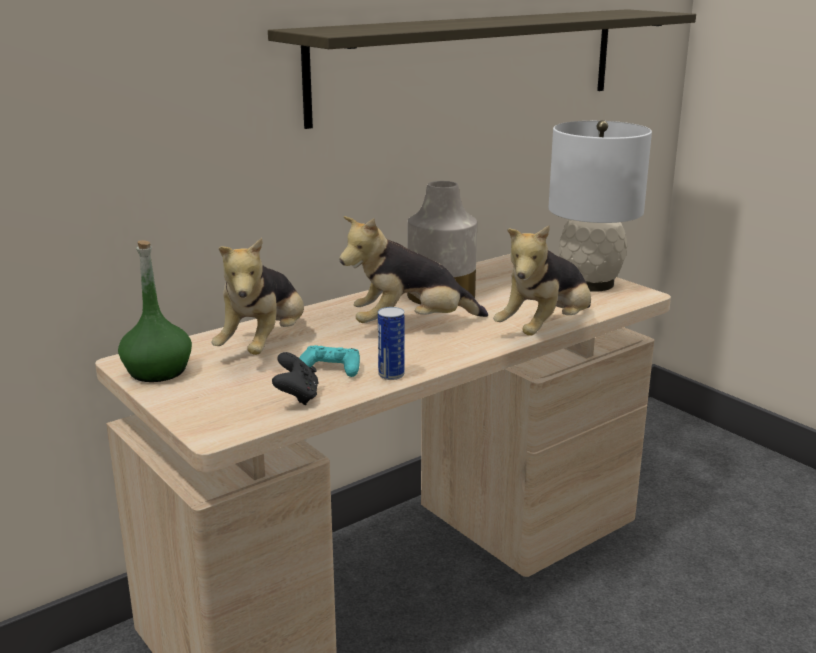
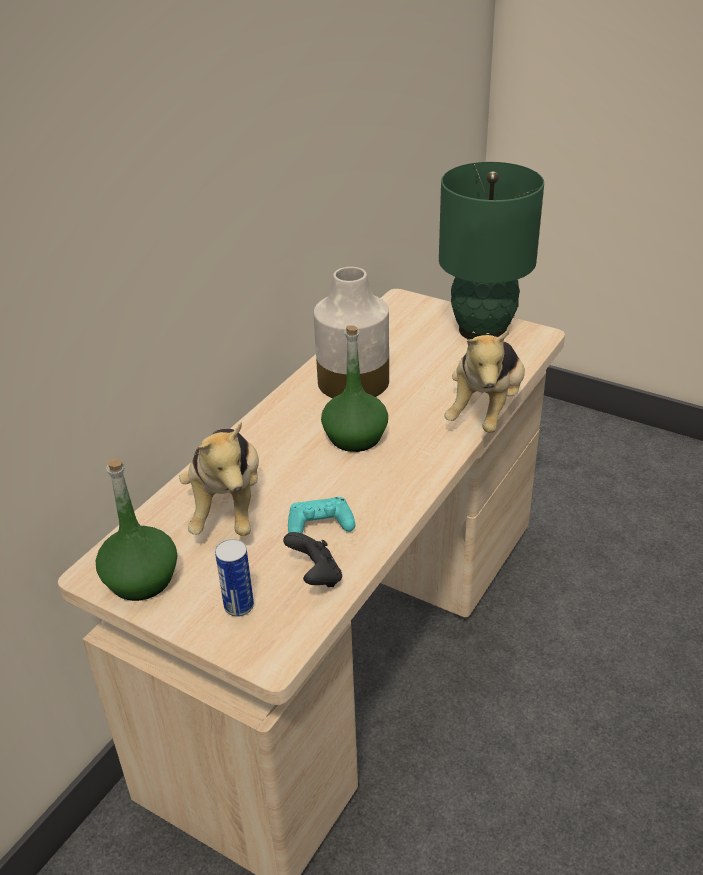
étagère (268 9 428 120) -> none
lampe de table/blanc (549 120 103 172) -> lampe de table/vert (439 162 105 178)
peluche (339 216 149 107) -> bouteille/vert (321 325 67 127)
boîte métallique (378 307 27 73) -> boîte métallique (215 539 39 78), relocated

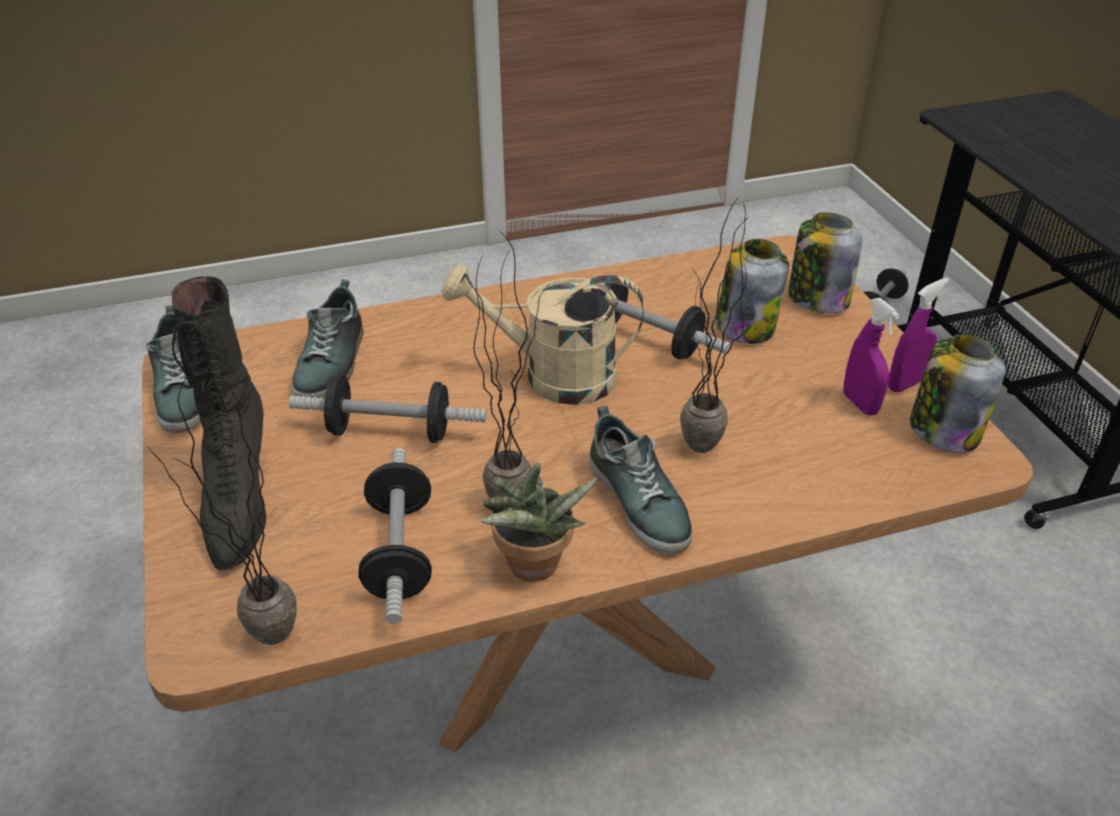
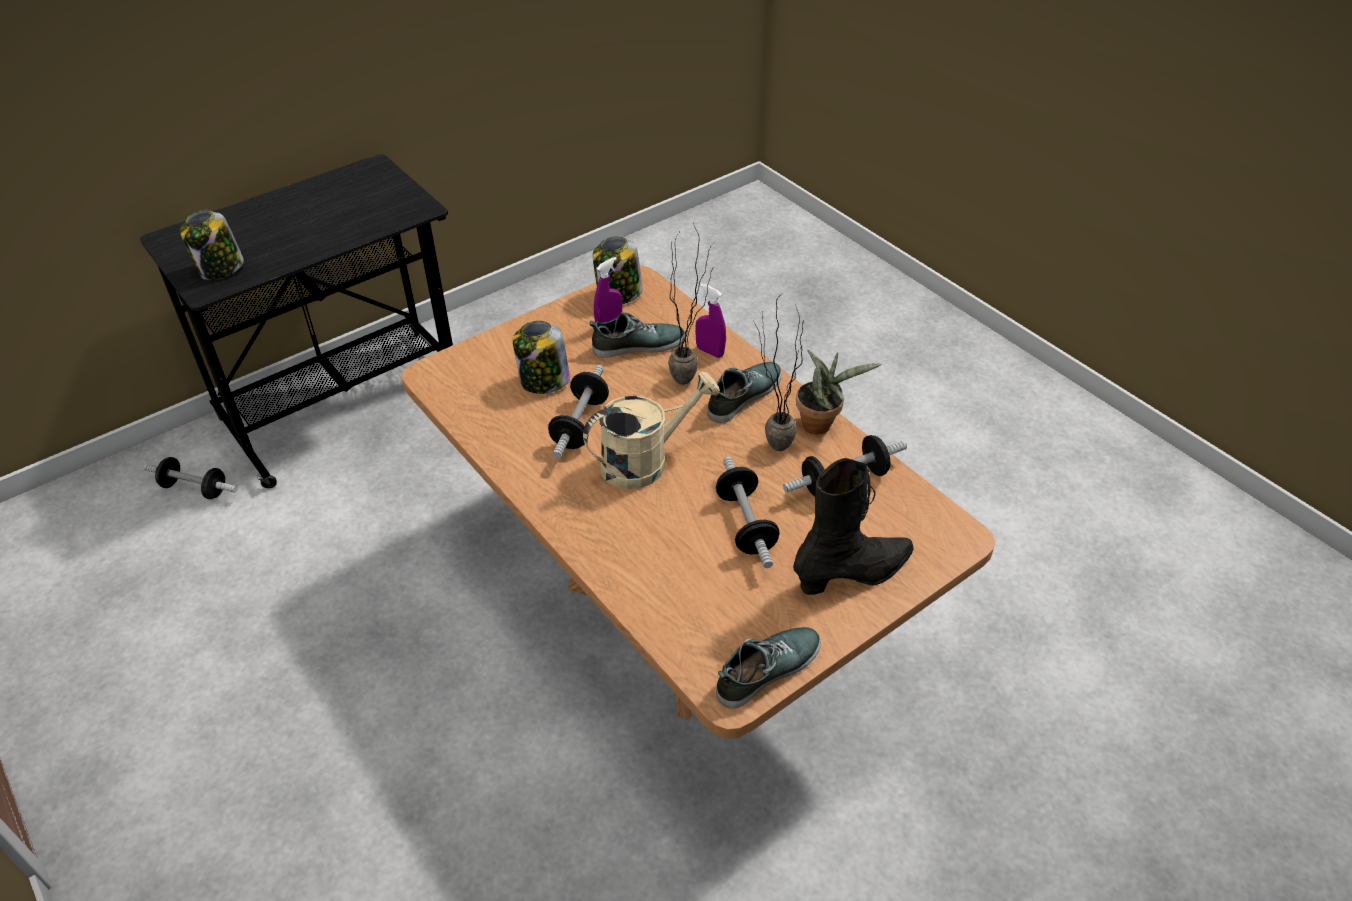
bocal (788 212 75 101) -> bocal (180 210 64 70), relocated
arrosoir/beige (442 264 202 141) -> arrosoir/beige (583 371 137 118), 105 degrees counterclockwise
vaporisateur/violet (888 278 61 114) -> vaporisateur/violet (695 283 31 75), relocated
chaussure (292 279 72 120) -> chaussure (589 312 96 46), relocated
plante en pot (147 376 150 269) -> none

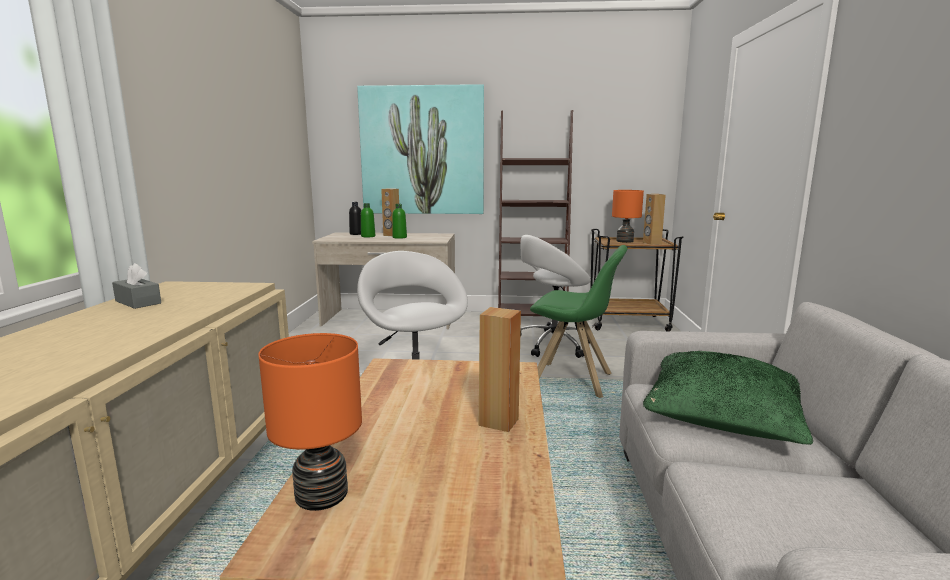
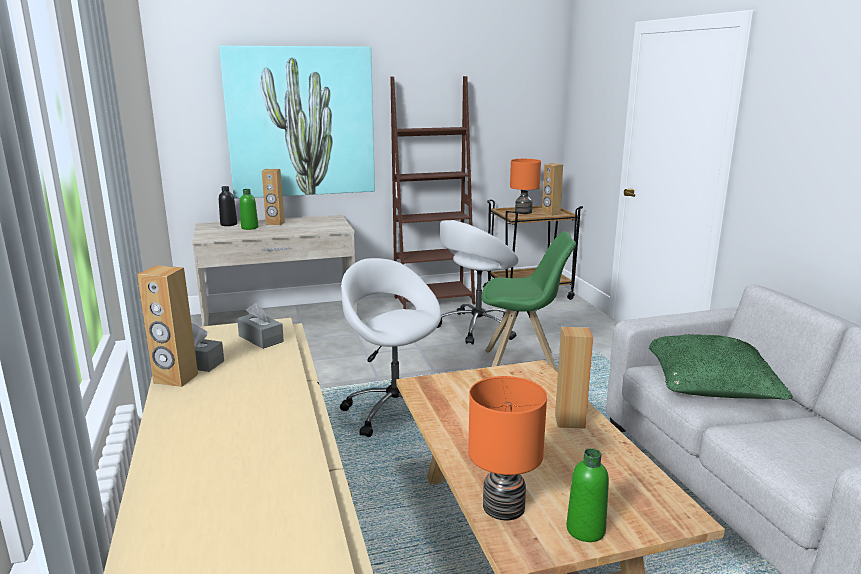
bouteille/vert (392 204 15 35) -> bouteille/vert (566 448 43 94), relocated
none -> enceinte/marron (137 265 61 122)
none -> boîte à mouchoirs/gris (237 303 47 46)

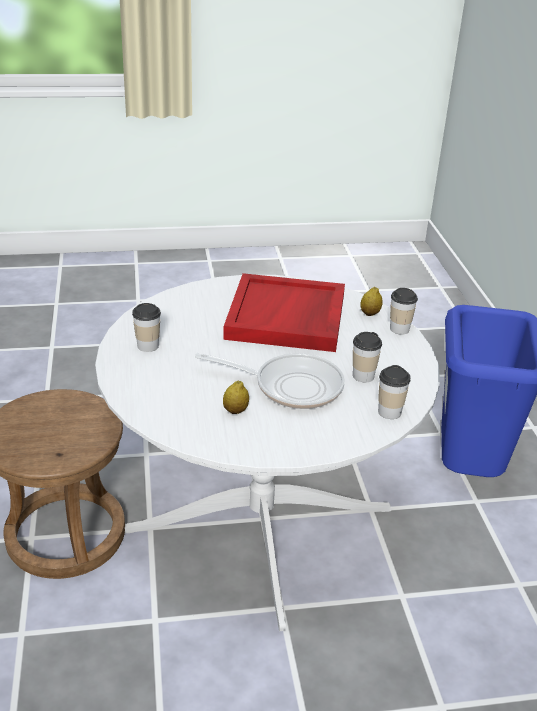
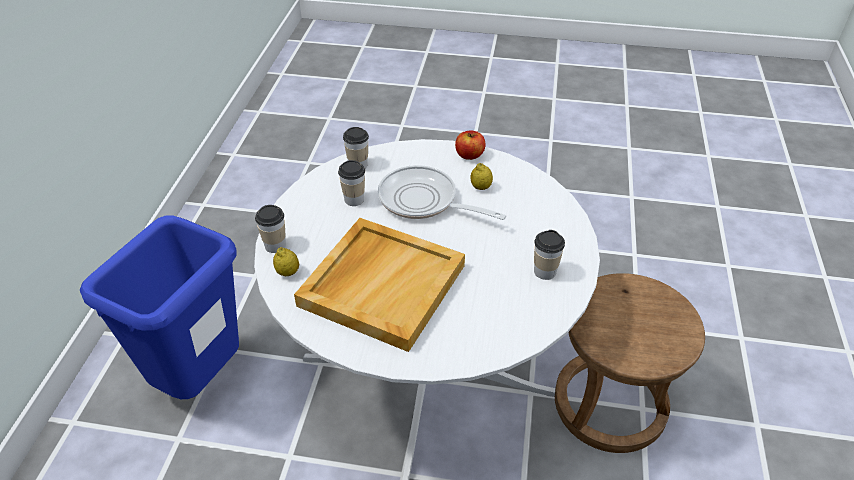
plateau/rouge (223 273 122 79) -> plateau/beige (294 218 171 134)
none -> pomme (455 131 30 29)

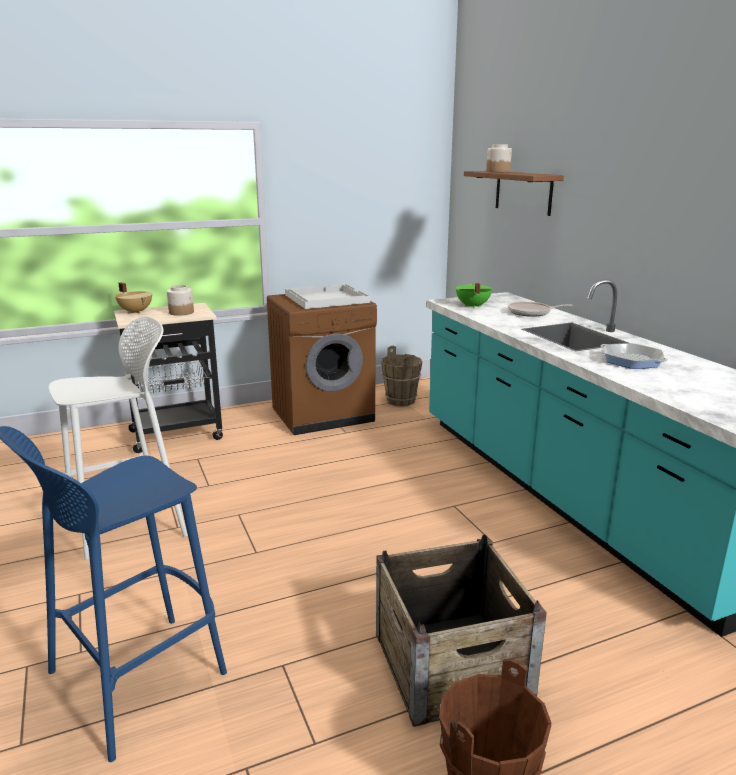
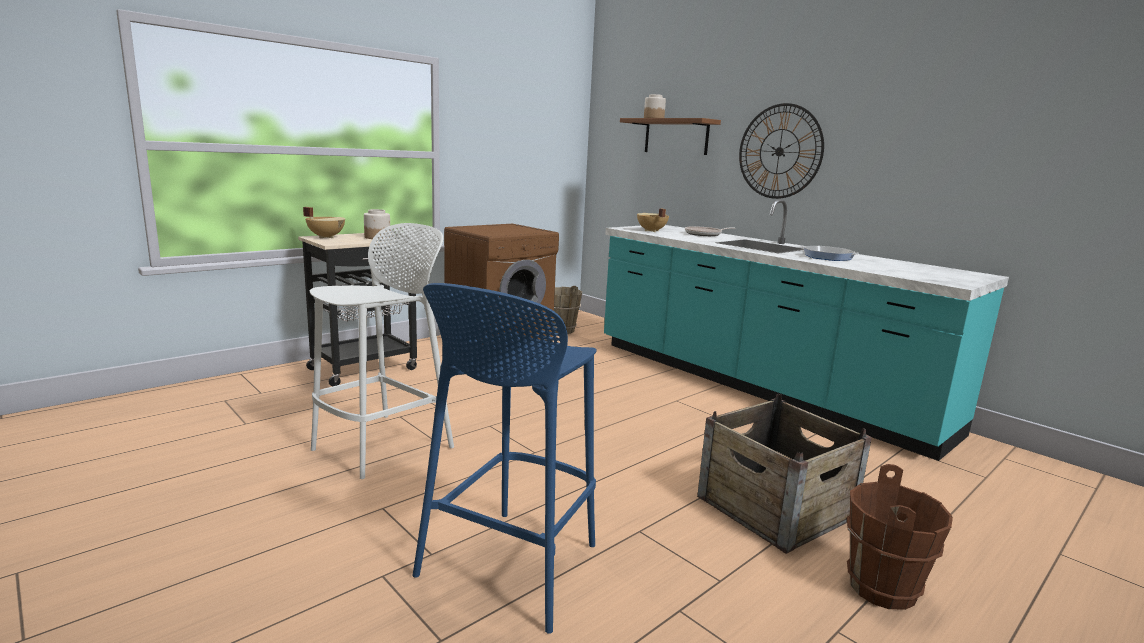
marmite/vert (456 283 36 25) -> marmite/beige (637 208 32 24)
plateau/blanc (285 284 85 25) -> none
none -> horloge murale (739 103 85 96)

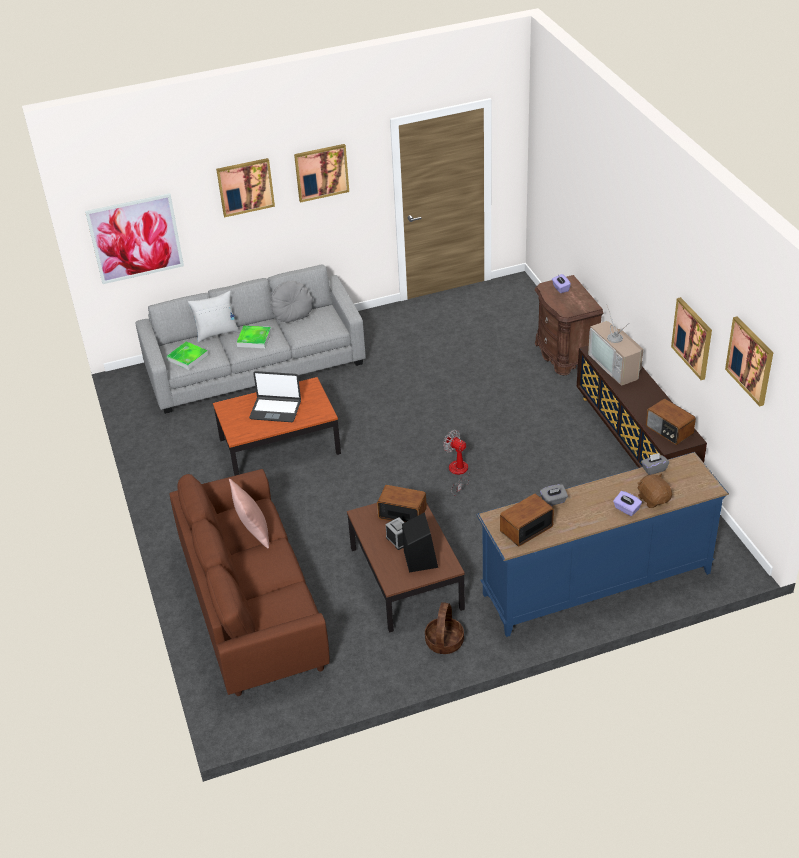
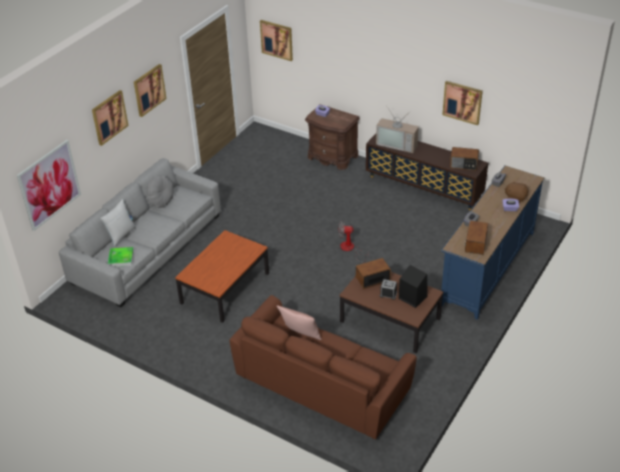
tableau (725 316 48 91) -> tableau (260 20 33 41), relocated
plateau (237 326 35 22) -> none
ordinateur portable (249 371 52 51) -> none
panier (425 602 39 52) -> none

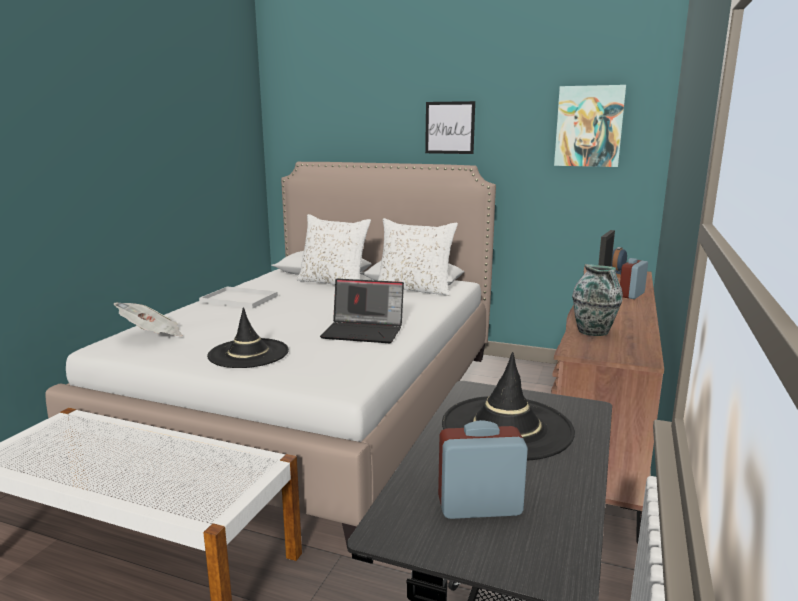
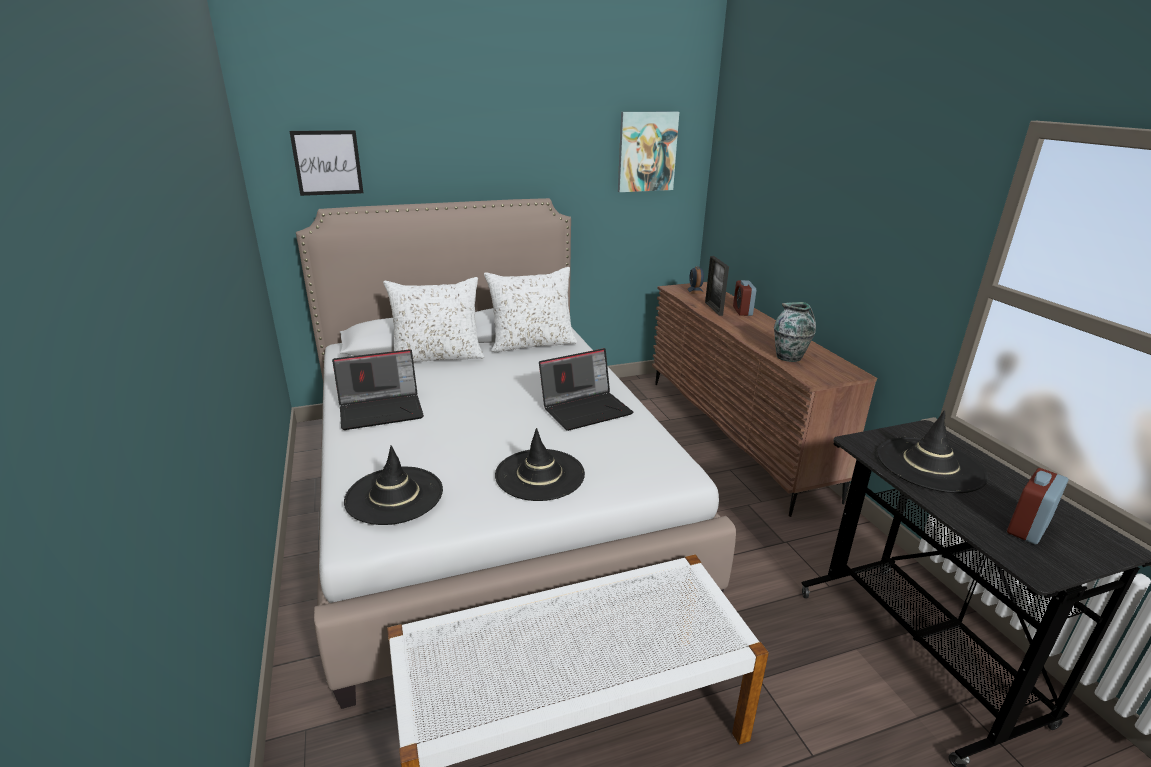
tableau (425 101 50 53) -> tableau (289 130 74 66), relocated
plateau/blanc (199 287 79 22) -> ordinateur portable (332 349 92 81)
journal (114 303 68 33) -> chapeau/noir (344 445 99 80)

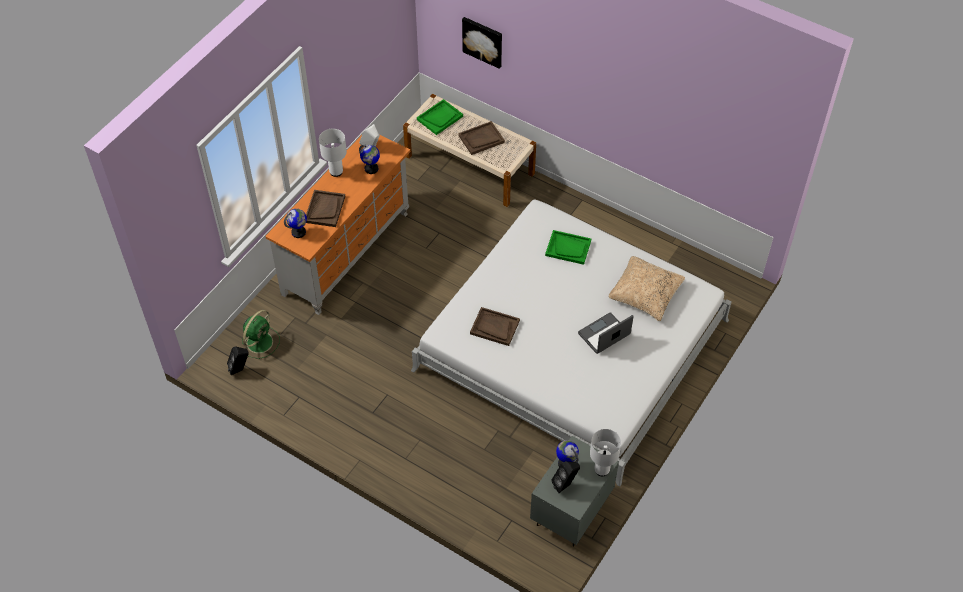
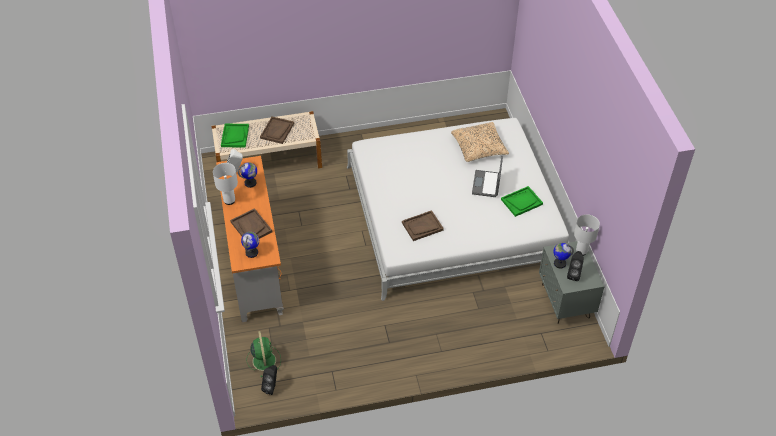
tableau (462 17 40 52) -> none
plateau/vert (545 230 46 35) -> plateau/vert (501 186 42 31), relocated

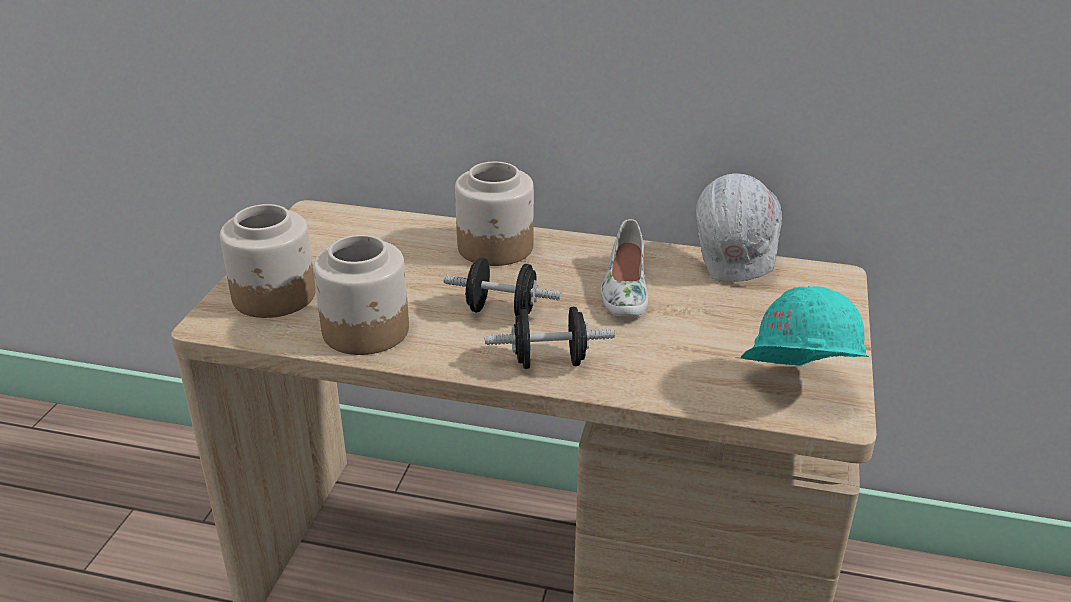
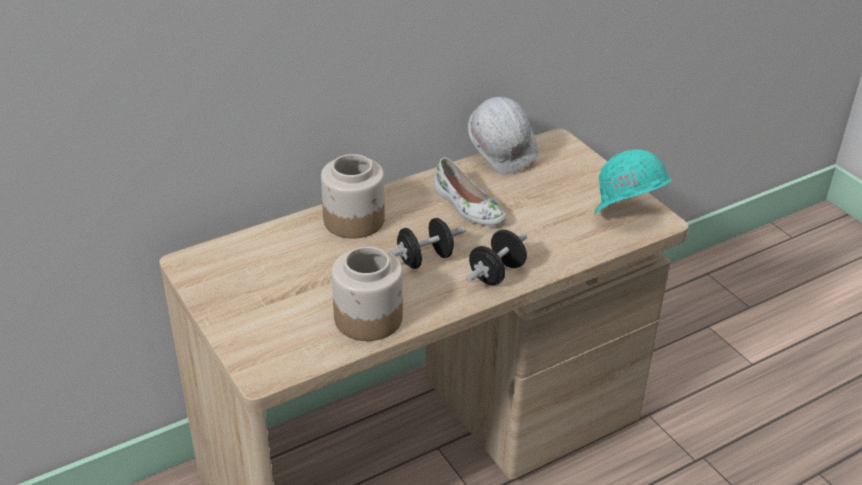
bocal (220 204 96 114) -> none

